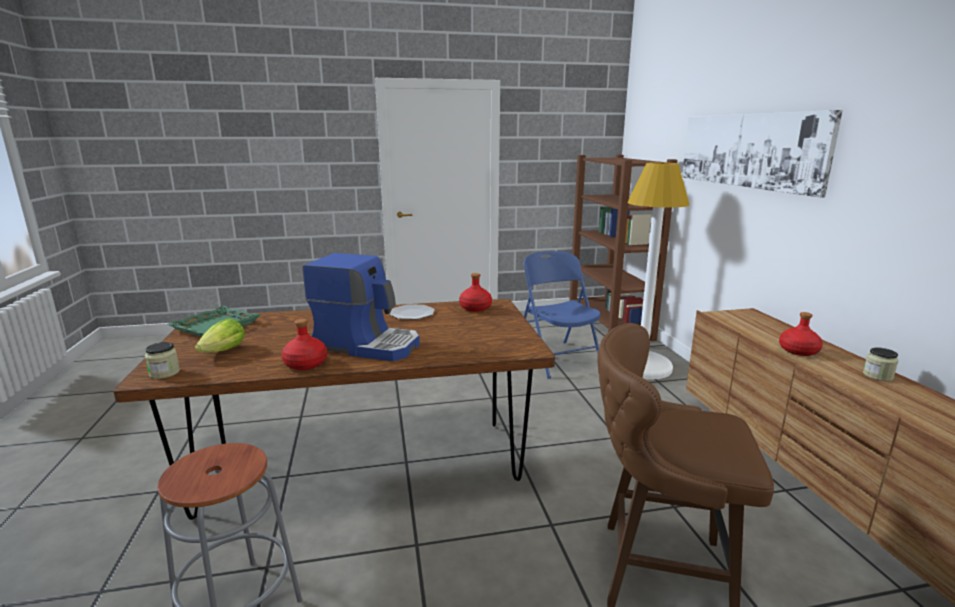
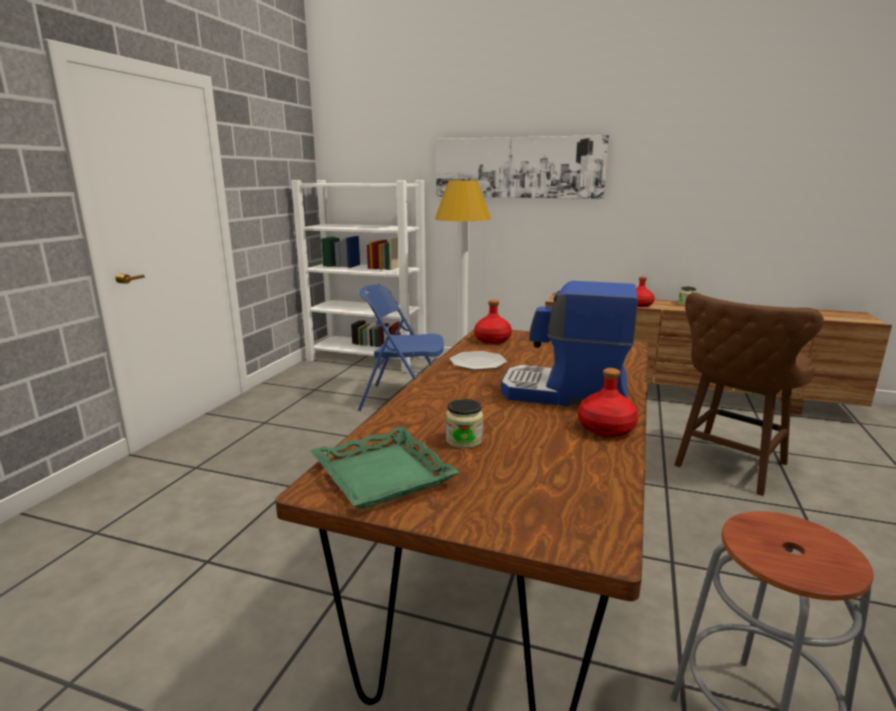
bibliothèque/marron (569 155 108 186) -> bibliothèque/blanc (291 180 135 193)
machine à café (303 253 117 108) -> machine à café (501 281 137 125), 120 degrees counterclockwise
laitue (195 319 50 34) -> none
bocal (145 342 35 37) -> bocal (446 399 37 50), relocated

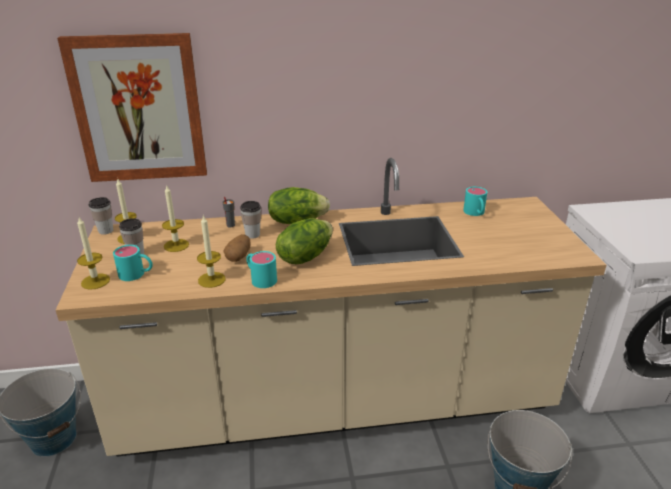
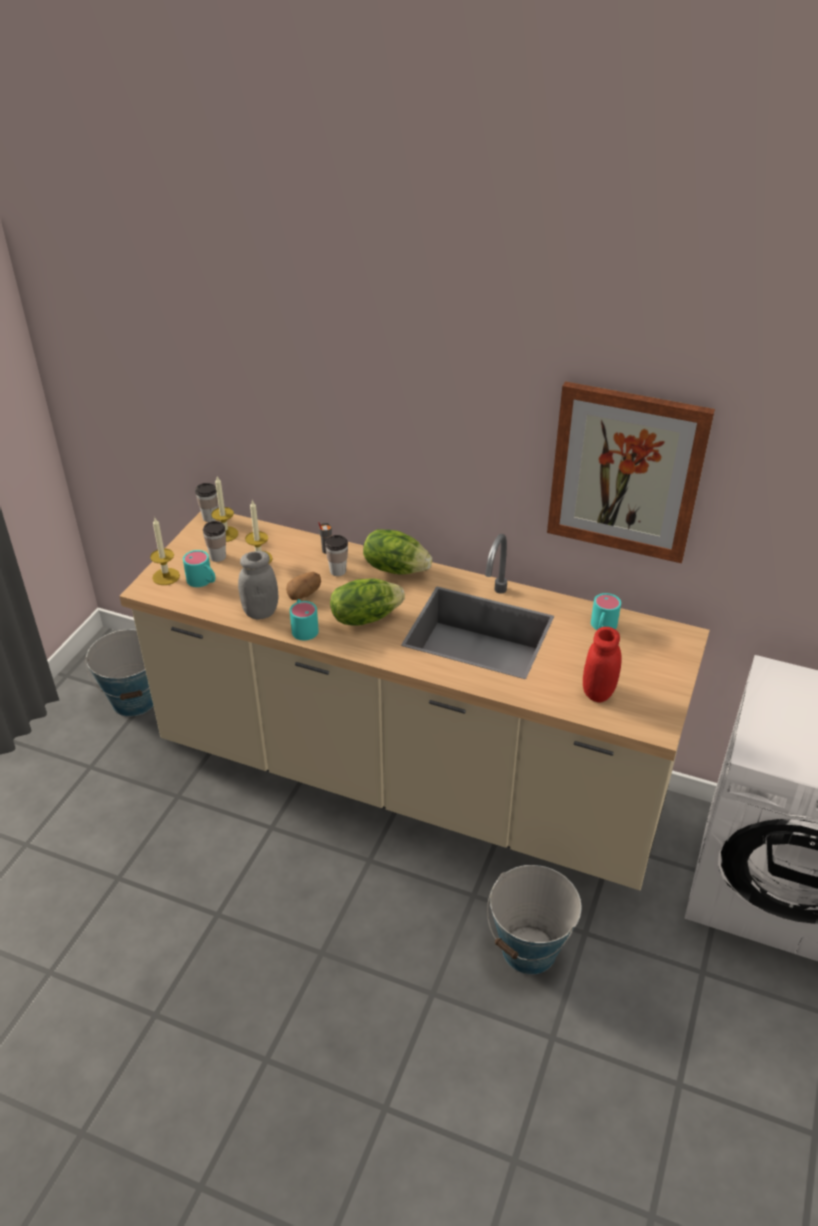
tableau (57 33 150 149) -> tableau (547 381 168 183), relocated
bougie (197 215 29 73) -> bocal/gris (238 551 41 69)
none -> bocal/rouge (583 627 39 75)

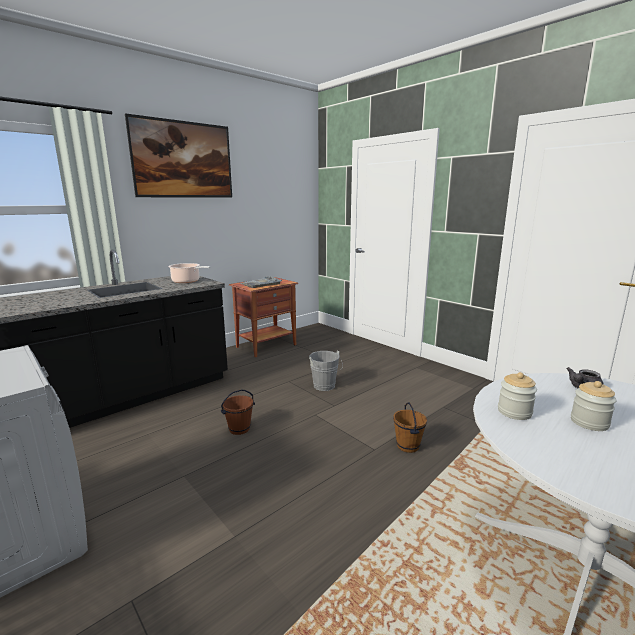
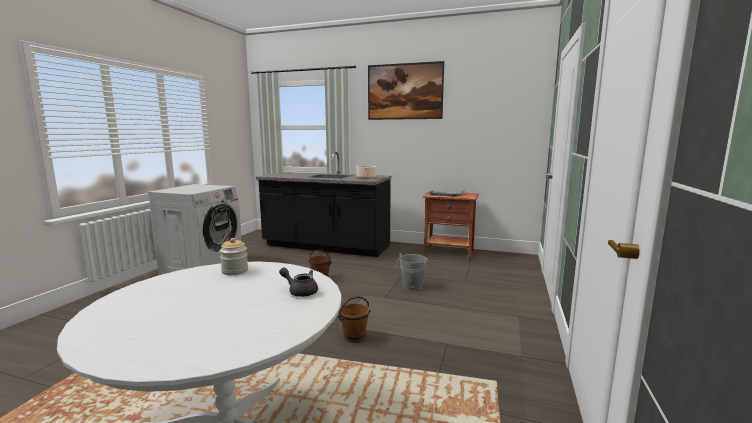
bocal (571 381 46 50) -> none

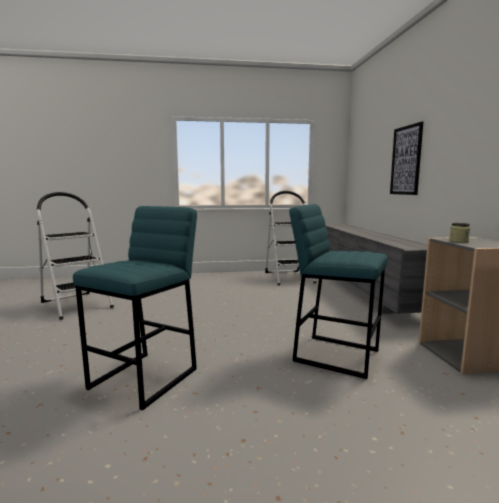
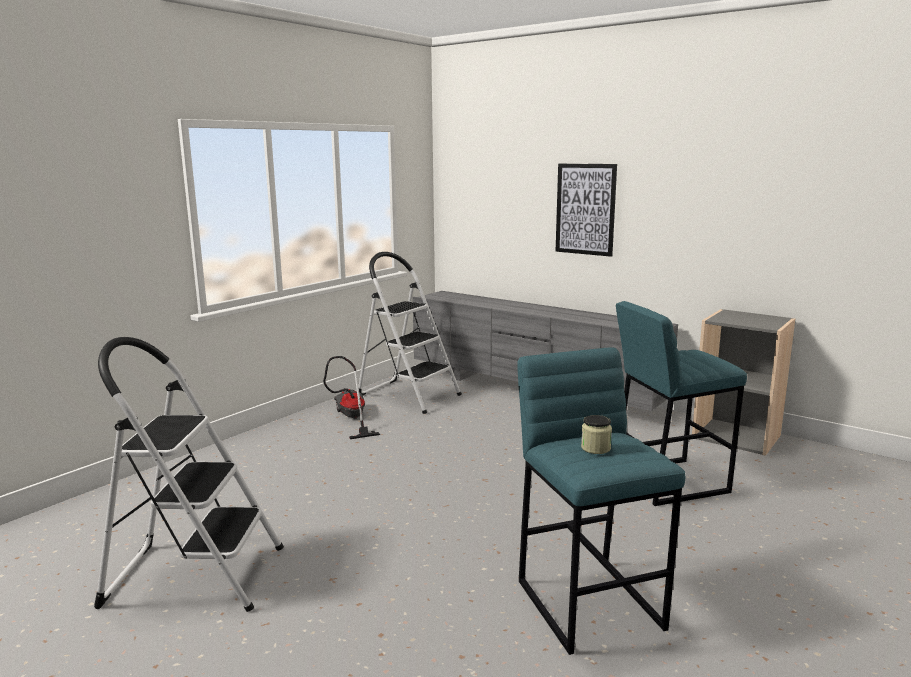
bocal (449 223 21 20) -> bocal (581 415 31 39), relocated
none -> aspirateur (323 356 57 83)

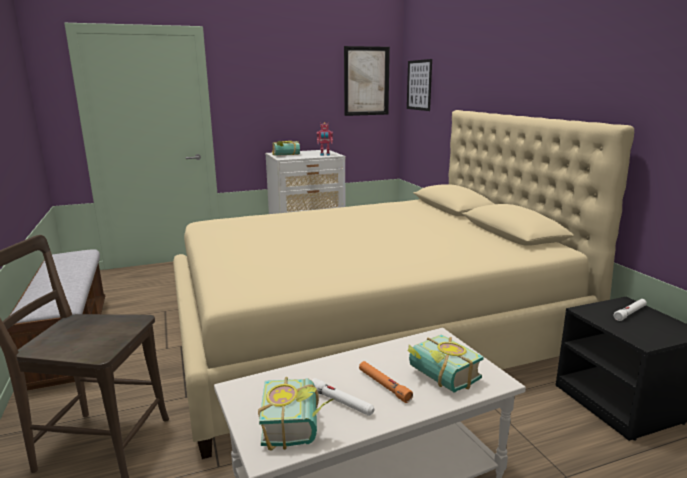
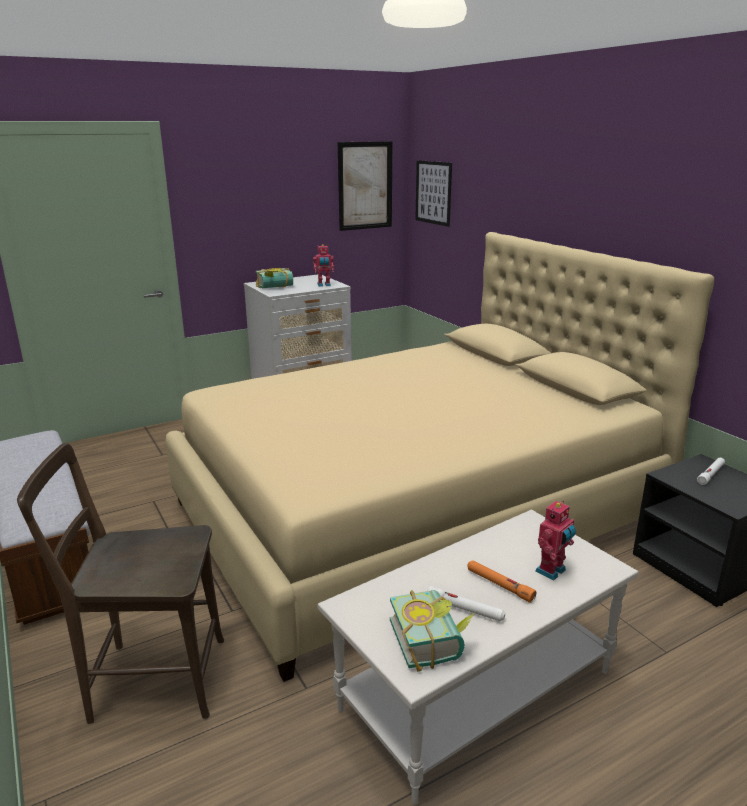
livre (408 335 76 58) -> robot jouet (535 500 41 81)

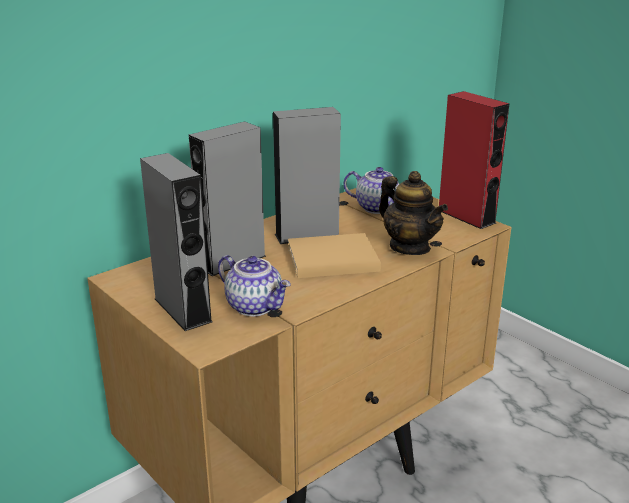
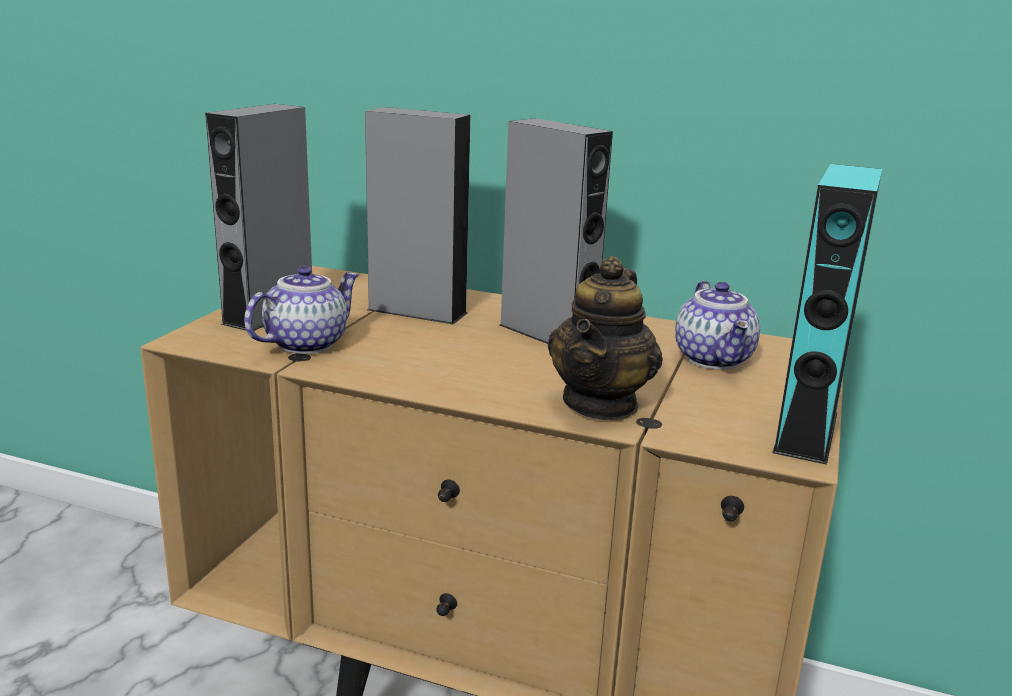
enceinte/rouge (439 91 71 138) -> enceinte/turquoise (772 164 110 301)
livre/beige (288 233 93 45) -> none
théière (218 255 73 61) -> théière (244 266 115 88), 150 degrees counterclockwise

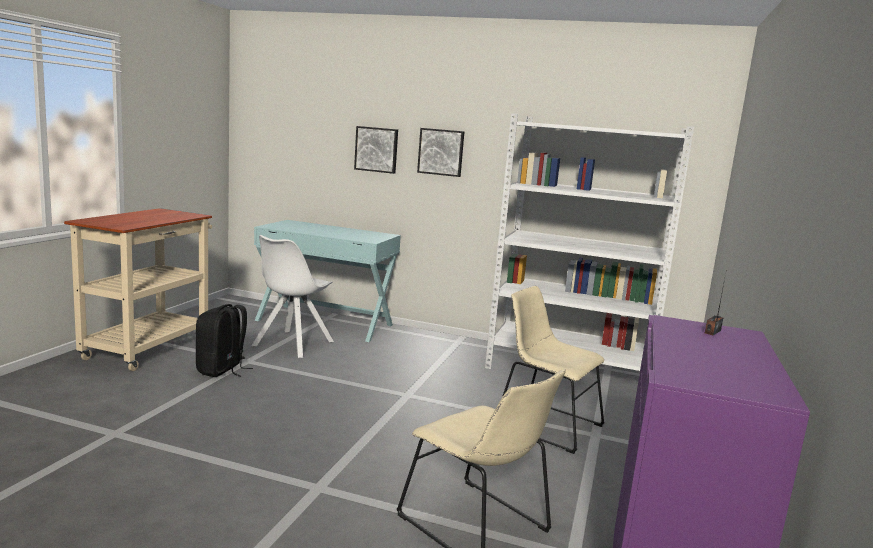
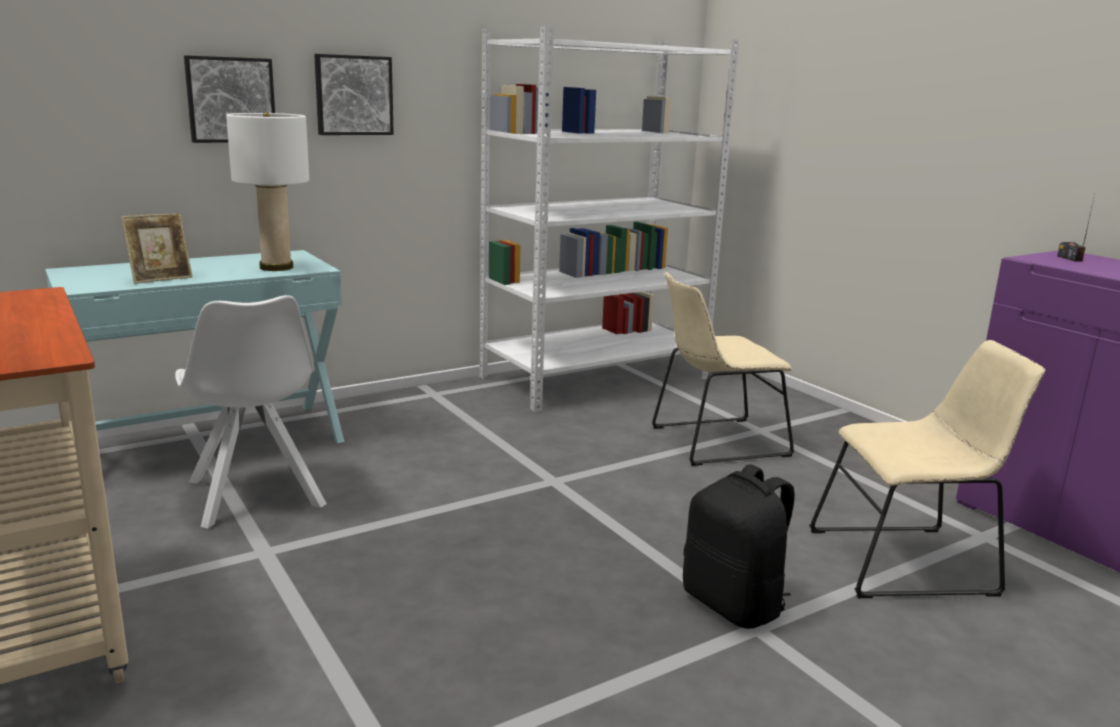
sac à dos/noir (196 304 57 73) -> sac à dos/noir (683 464 112 165), relocated
none -> lampe de table/blanc (226 112 83 159)
none -> cadre photo (121 213 72 71)

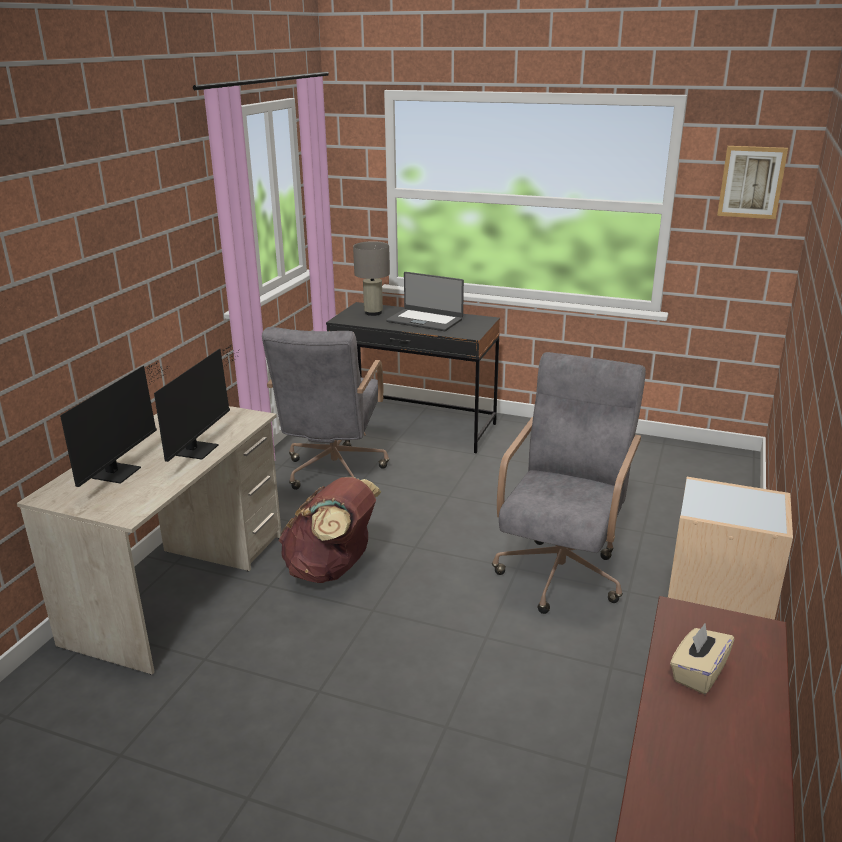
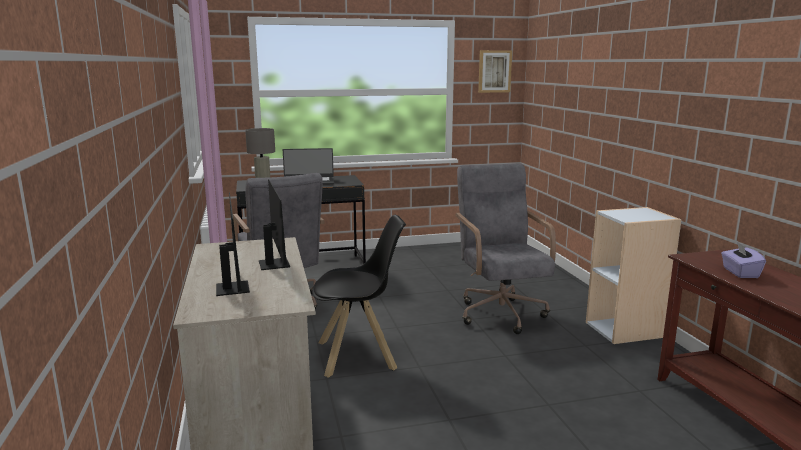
sac à dos/marron (278 477 103 106) -> chaise/noir (312 215 94 163)
boîte à mouchoirs/beige (670 623 65 71) -> boîte à mouchoirs/violet (721 242 45 36)

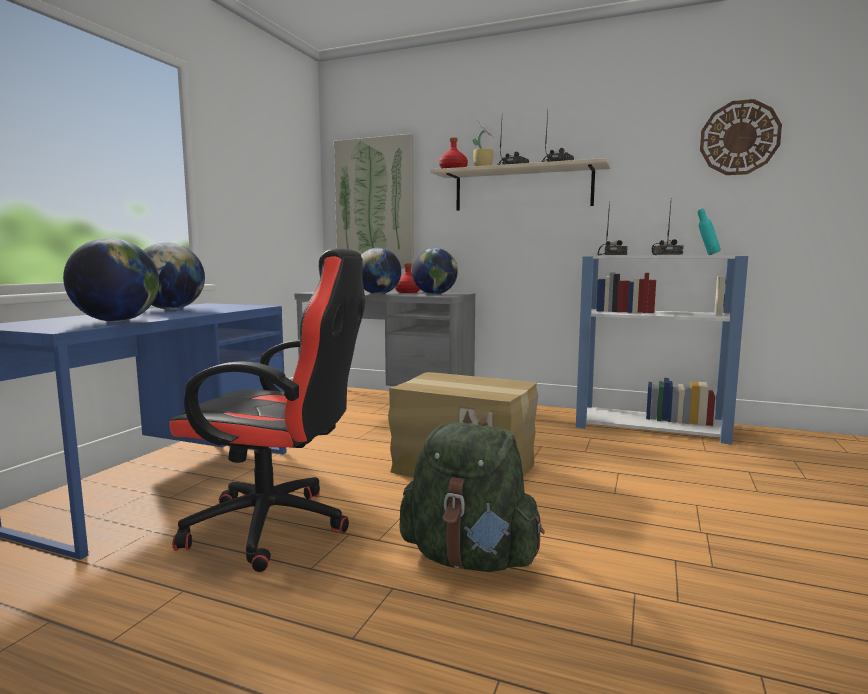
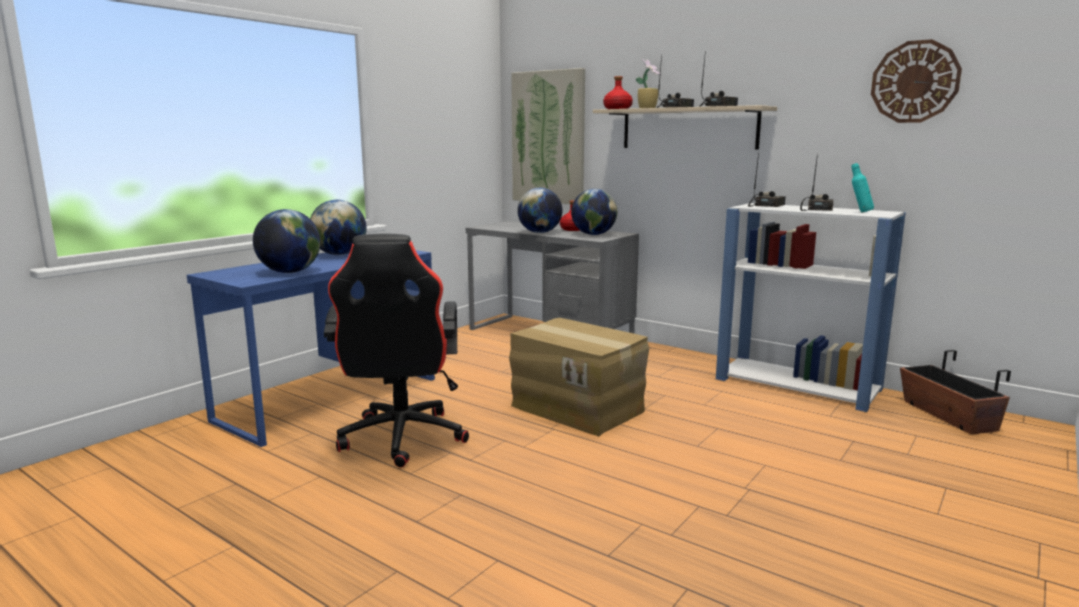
chaise de bureau/noir (169 248 197 324) -> chaise de bureau/noir (324 234 145 234), 60 degrees clockwise
sac à dos/vert (399 423 146 149) -> none
none -> cache-pot (900 350 111 84)

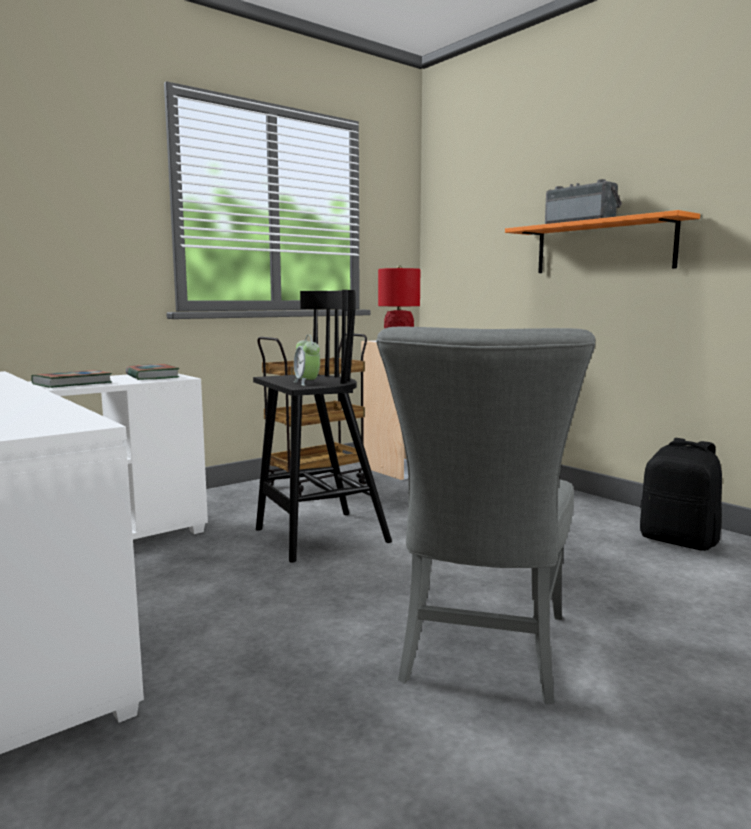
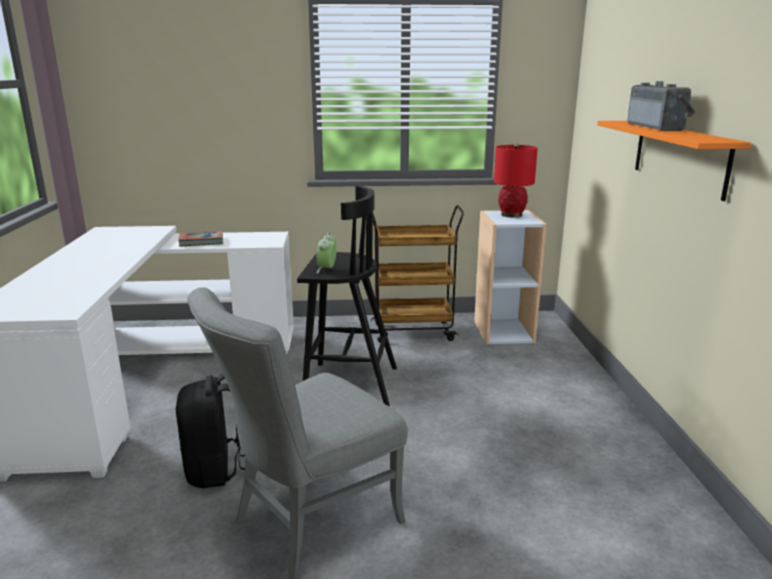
livre (126 364 54 16) -> none
sac à dos/noir (640 438 82 113) -> sac à dos/noir (176 373 82 115), relocated

